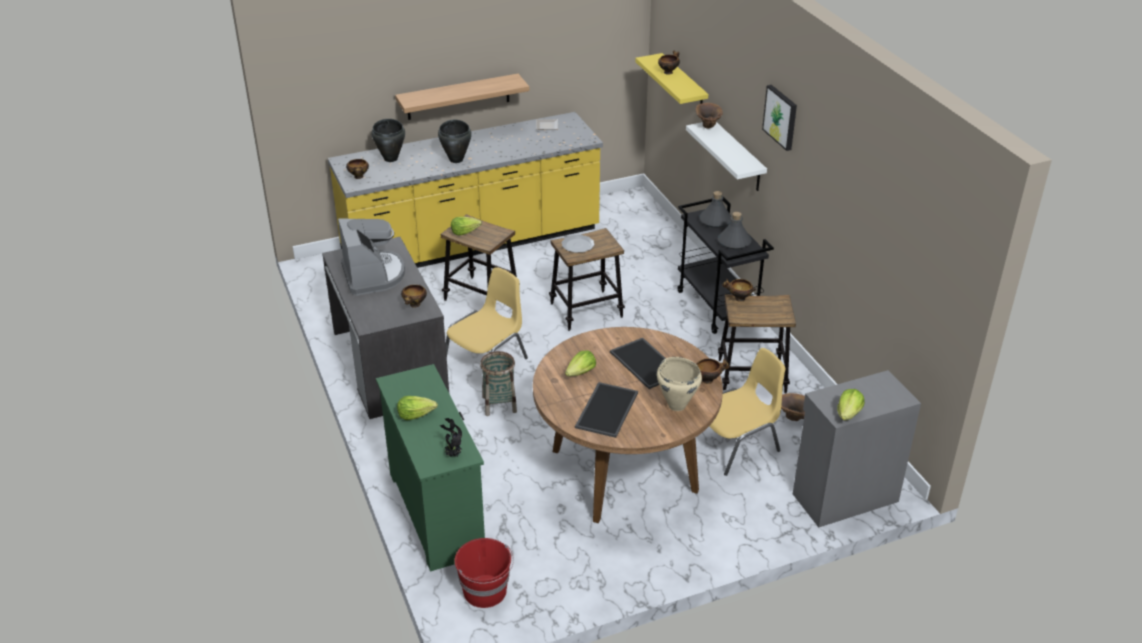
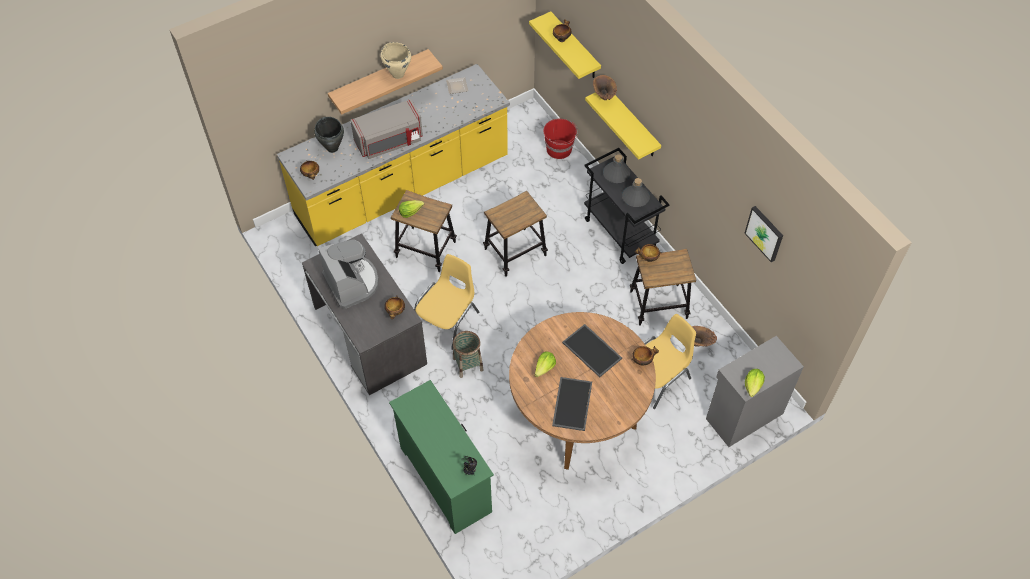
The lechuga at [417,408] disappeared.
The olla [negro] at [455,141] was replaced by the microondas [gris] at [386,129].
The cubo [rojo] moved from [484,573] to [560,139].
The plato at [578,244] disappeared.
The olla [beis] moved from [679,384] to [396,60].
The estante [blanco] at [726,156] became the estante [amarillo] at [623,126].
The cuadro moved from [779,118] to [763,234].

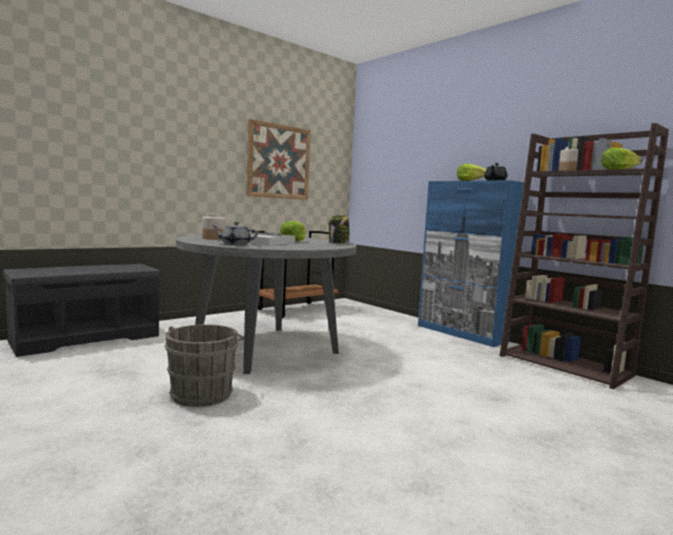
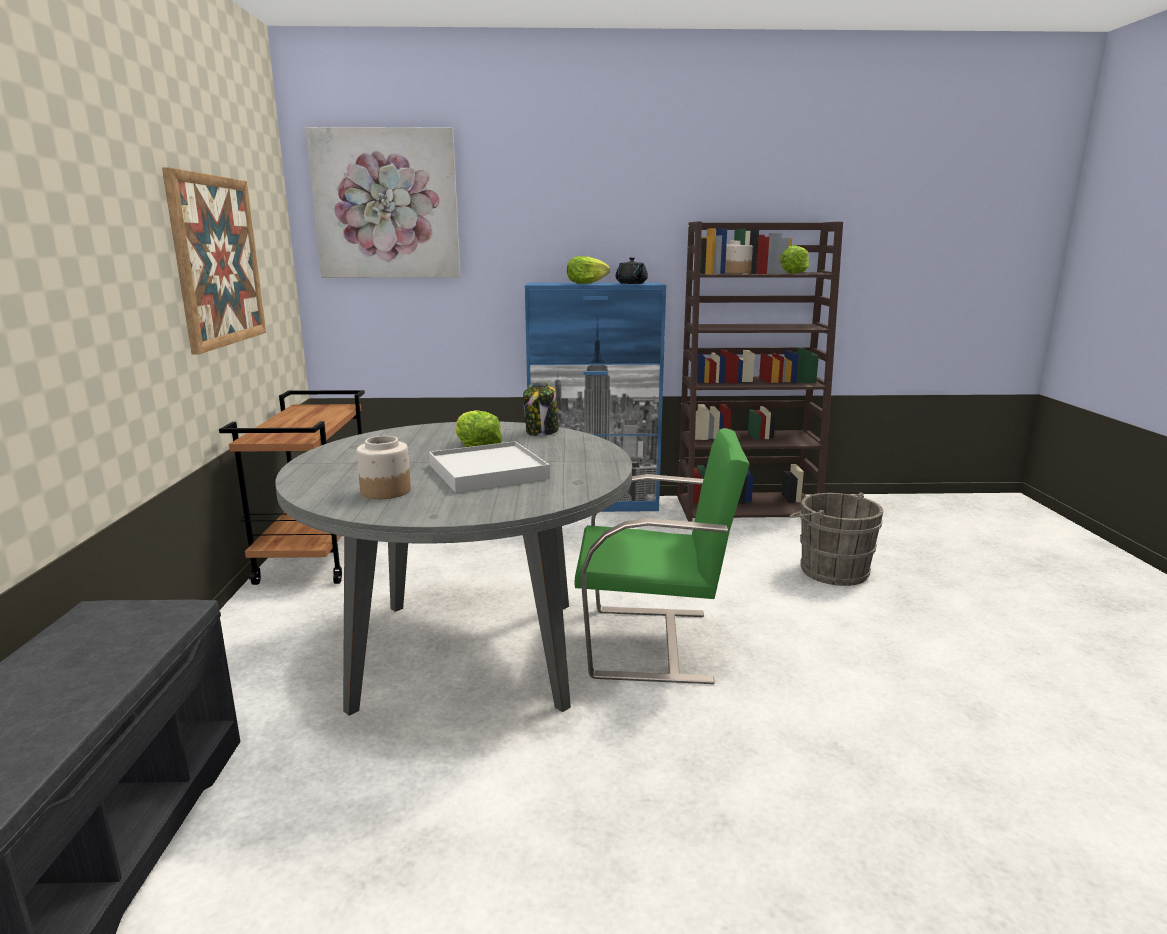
The cubo [gris] moved from [204,365] to [836,539].
The tetera [gris] at [235,233] disappeared.
The cuadro at [383,202] appeared.
The silla [verde] at [662,556] appeared.

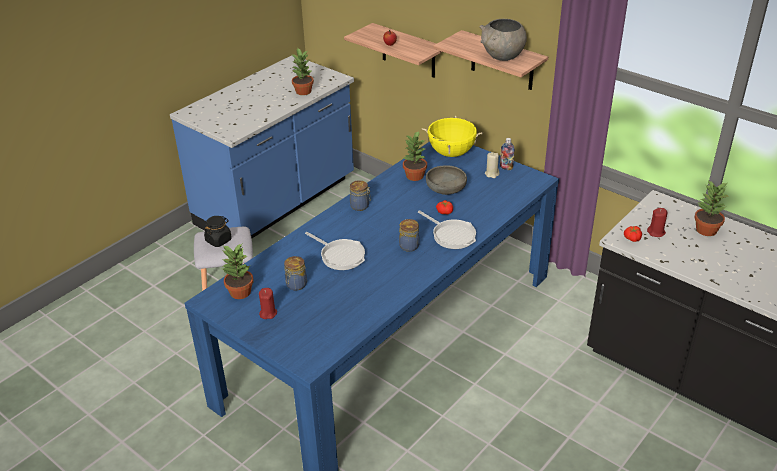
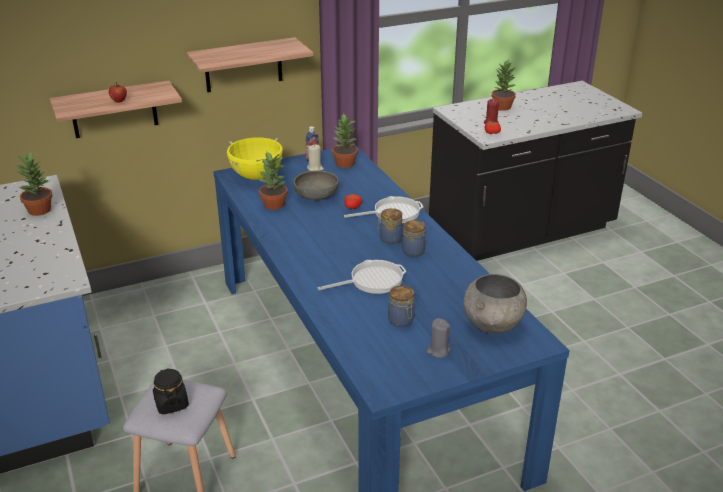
The planta en maceta moved from [238,271] to [345,140].
The vela [rojo] at [268,303] became the vela [gris] at [438,338].
The tarro moved from [360,195] to [414,238].
The cuenco [gris] moved from [503,40] to [495,304].

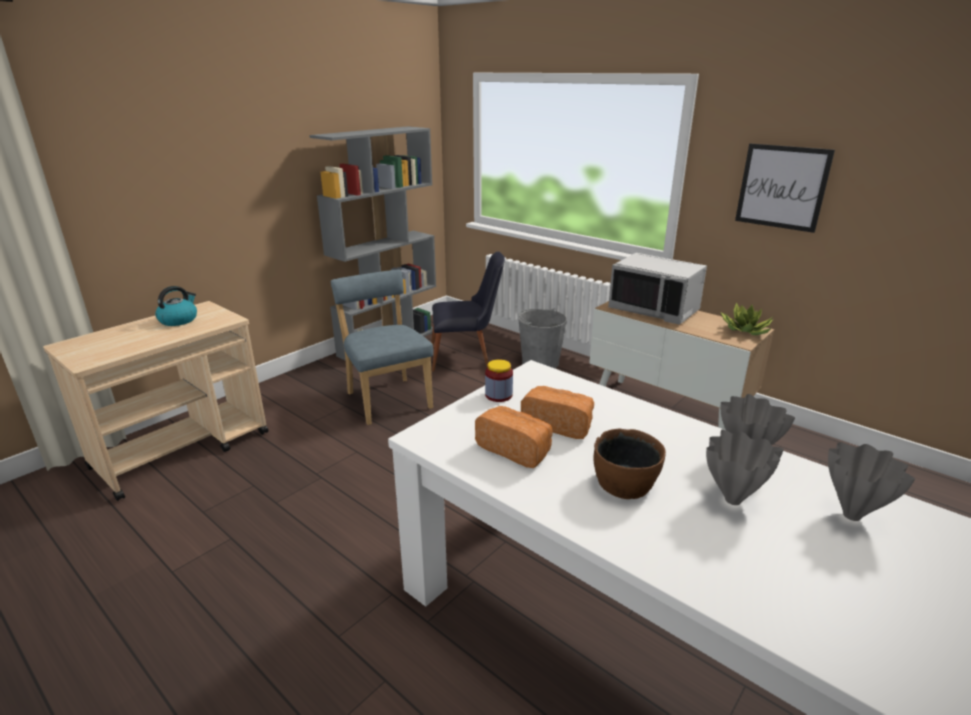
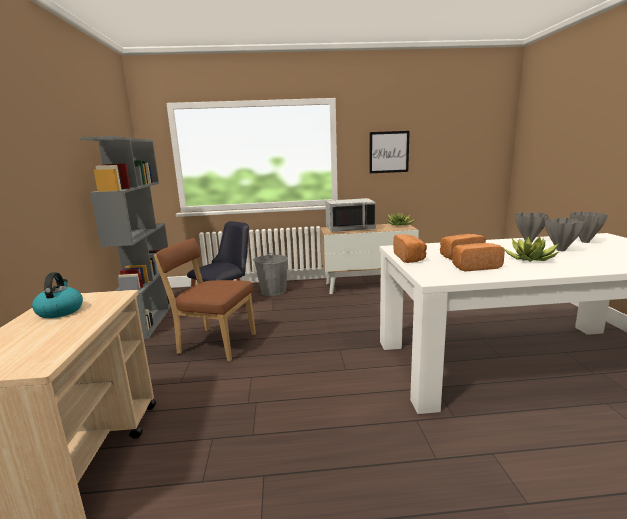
The silla [azul] at [382,347] became the silla [marrón] at [205,299].
The tarro at [499,380] was replaced by the pan at [410,248].
The cuenco [marrón] at [629,464] was replaced by the planta en maceta at [531,249].

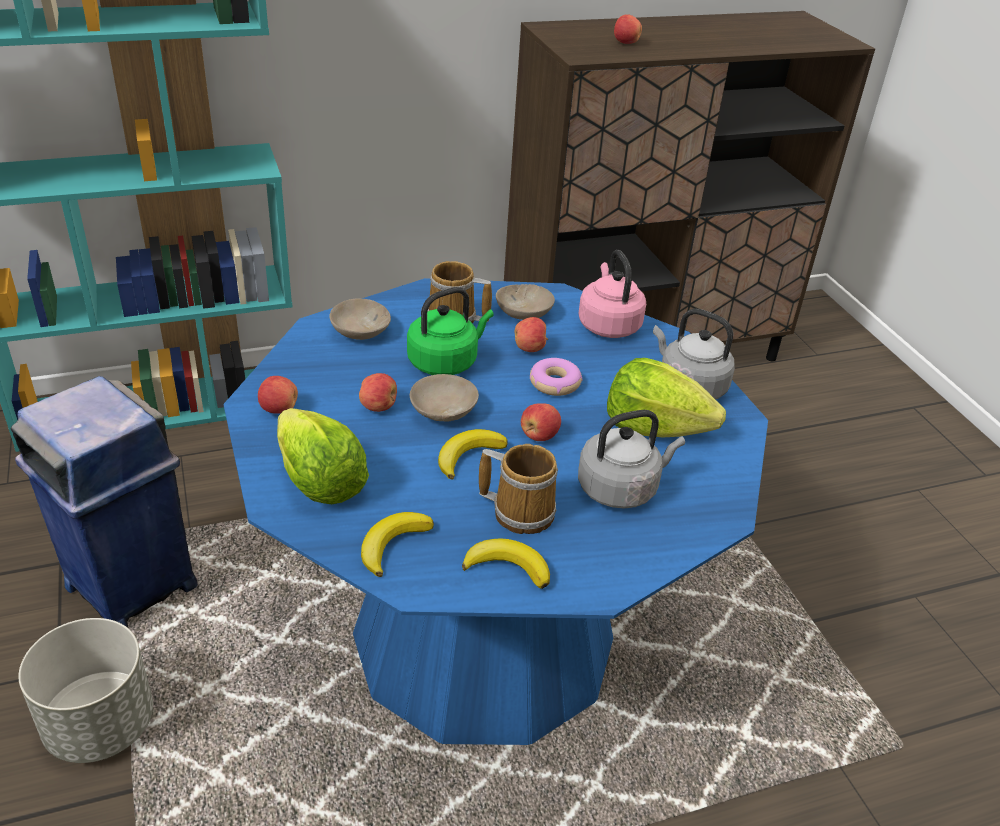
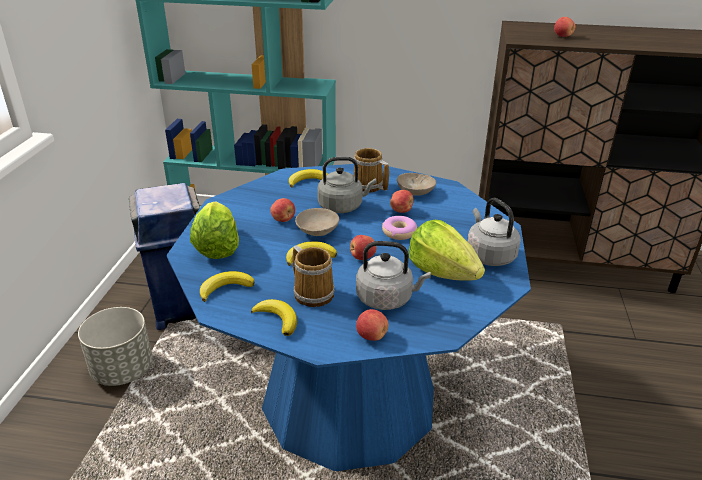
The manzana moved from [278,395] to [372,325].
The cuenco [beis] at [360,319] was replaced by the plátano at [308,178].
The hervidor [verde] at [450,331] became the hervidor [gris] at [346,185].
The hervidor [rosa] at [612,294] disappeared.

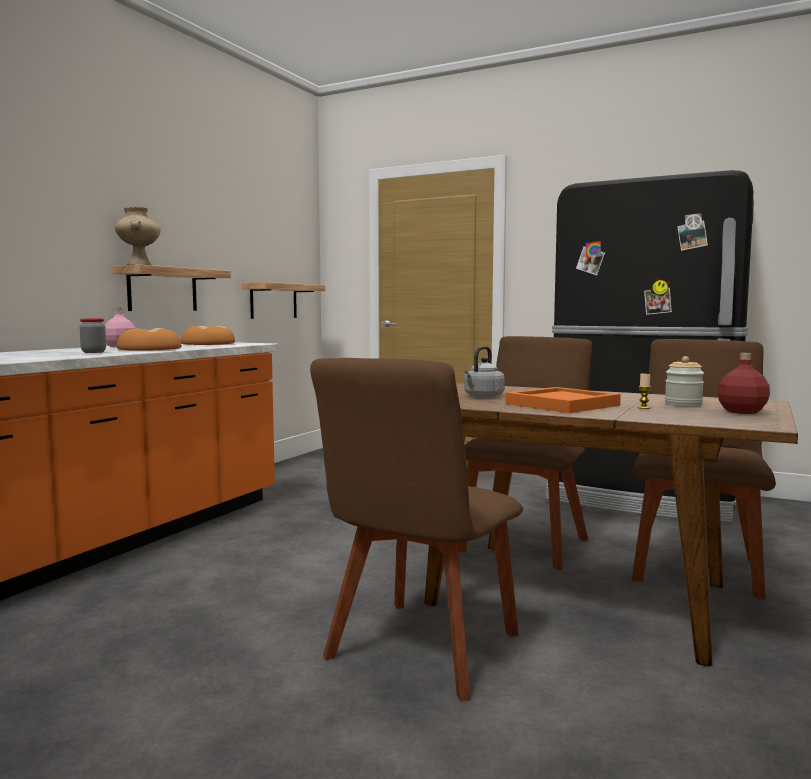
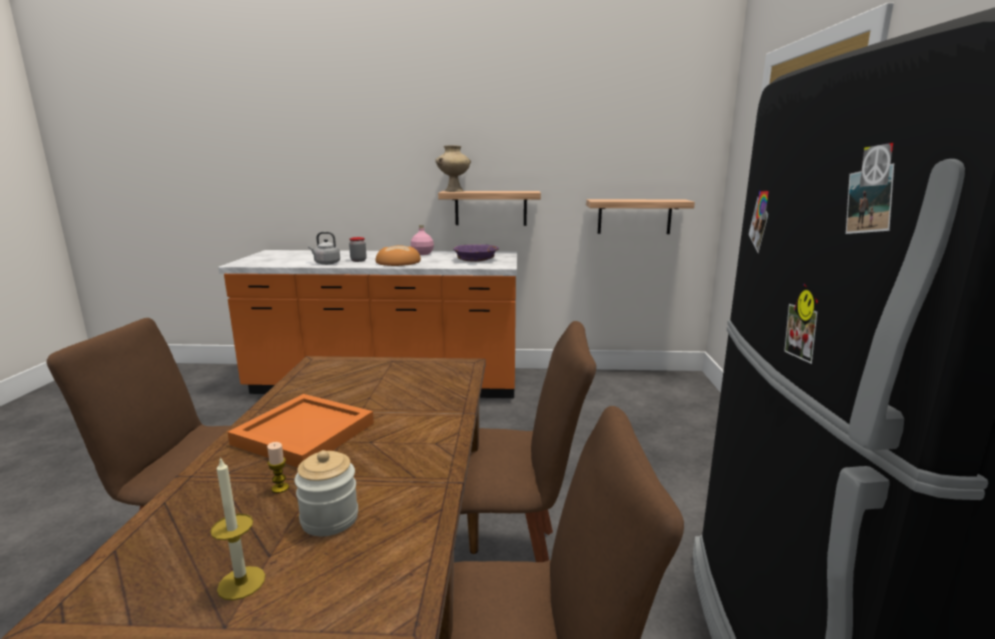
The pan at [207,335] was replaced by the cuenco [morado] at [476,253].
The hervidor [gris] moved from [484,372] to [324,248].
The botella [rojo] at [743,383] was replaced by the vela at [237,528].

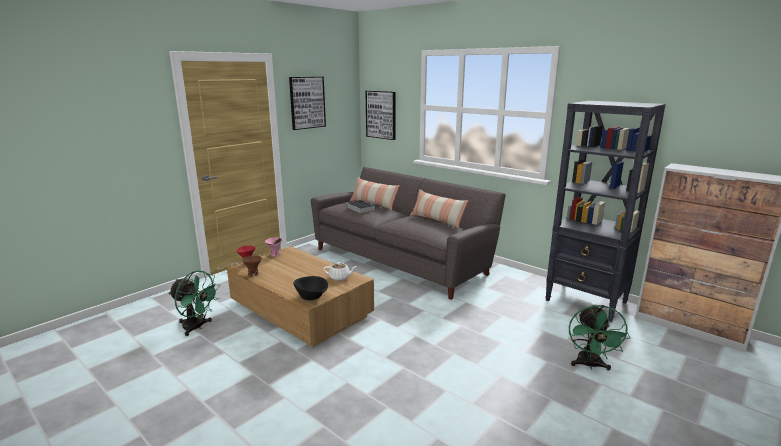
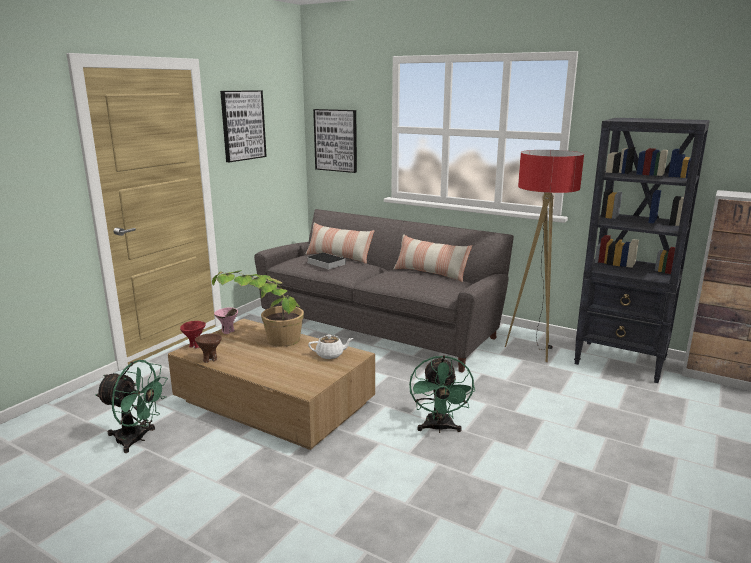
The cuenco [negro] at [311,288] disappeared.
The ventilador [verde] moved from [599,338] to [442,394].
The planta en maceta at [258,308] appeared.
The lámpara de pie at [544,256] appeared.

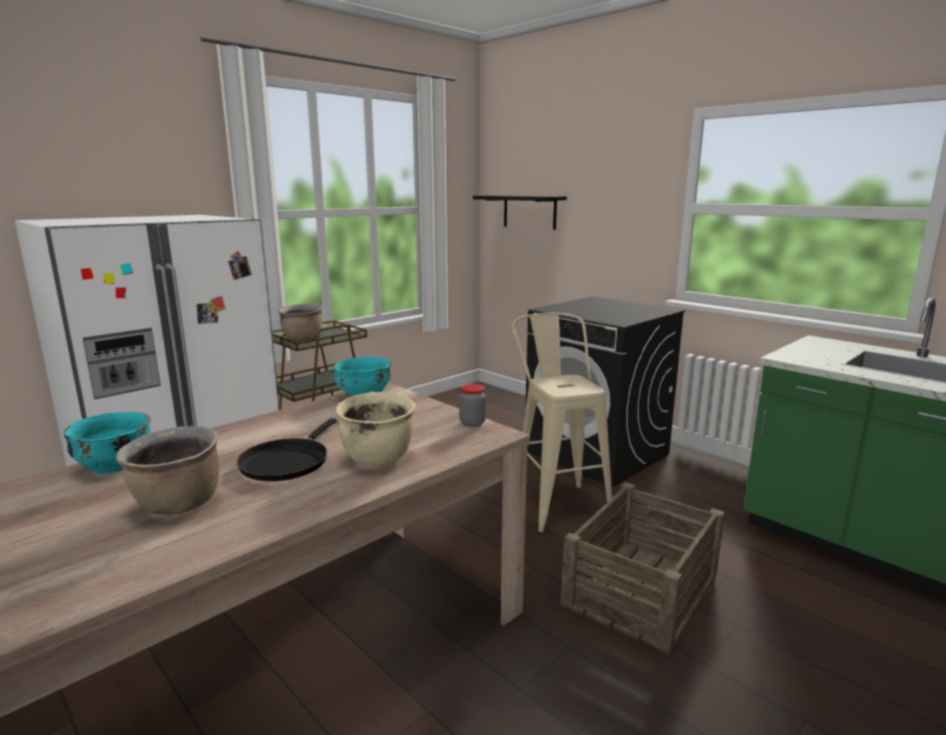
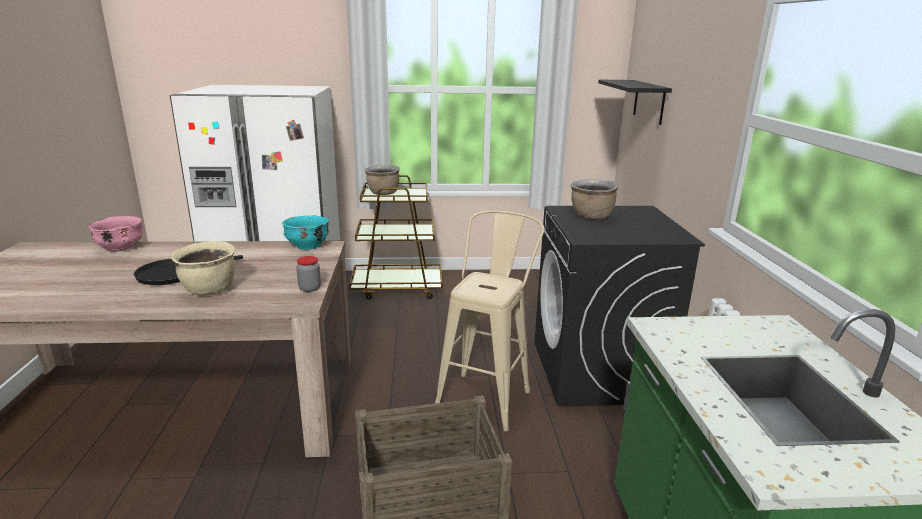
The cuenco [turquesa] at [107,443] became the cuenco [rosa] at [115,234].
The olla [marrón] moved from [167,470] to [595,199].

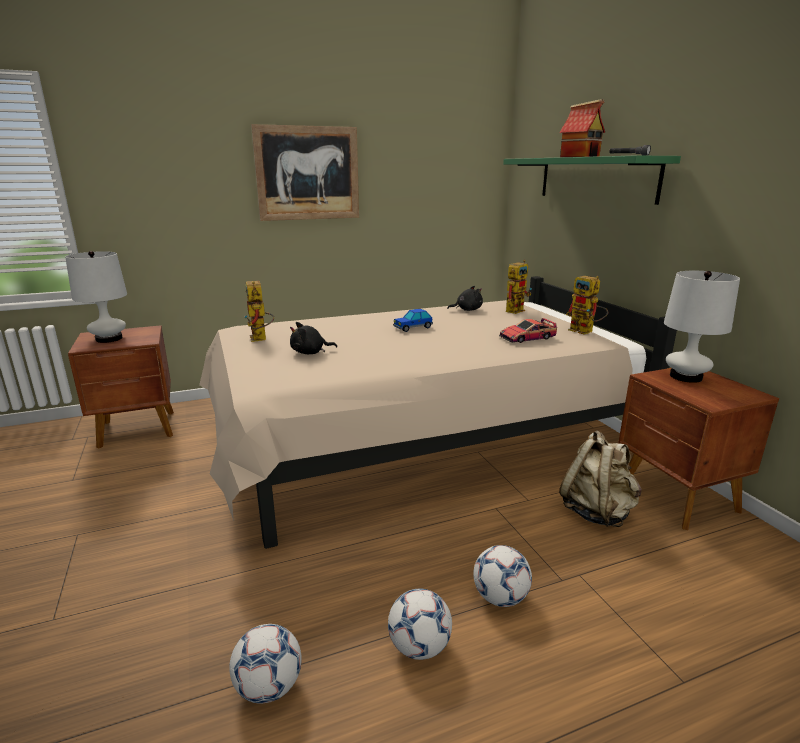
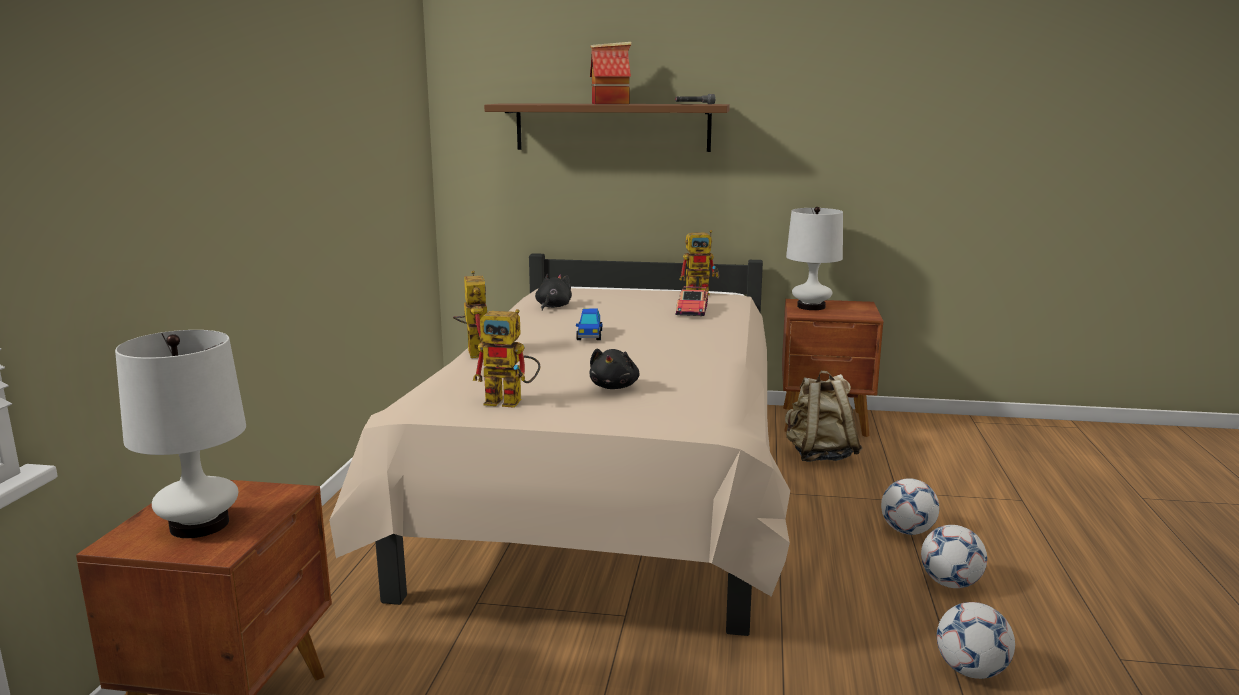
The cuadro at [305,172] disappeared.
The estante [verde] at [592,180] became the estante [marrón] at [607,127].
The robot de juguete moved from [519,287] to [470,314].

